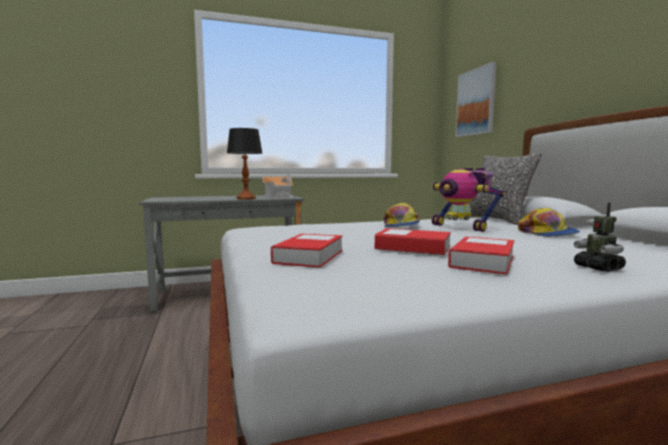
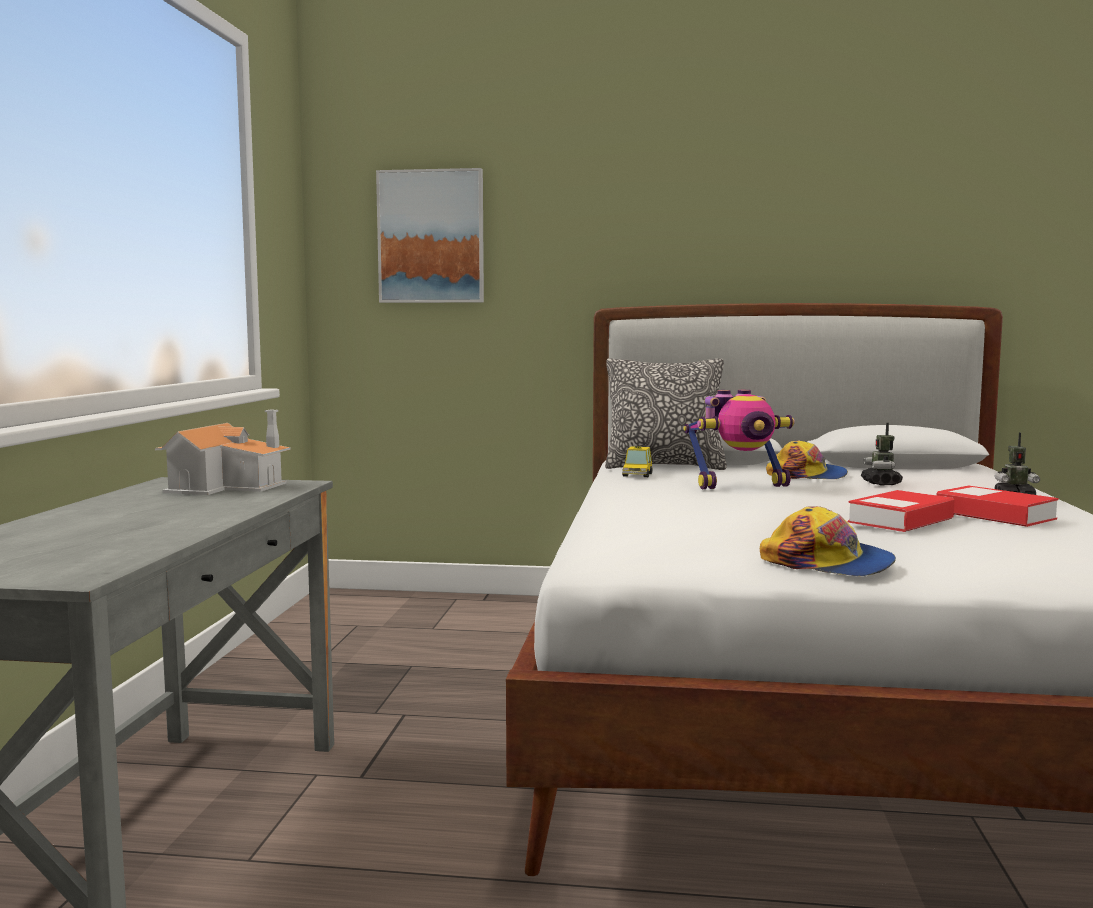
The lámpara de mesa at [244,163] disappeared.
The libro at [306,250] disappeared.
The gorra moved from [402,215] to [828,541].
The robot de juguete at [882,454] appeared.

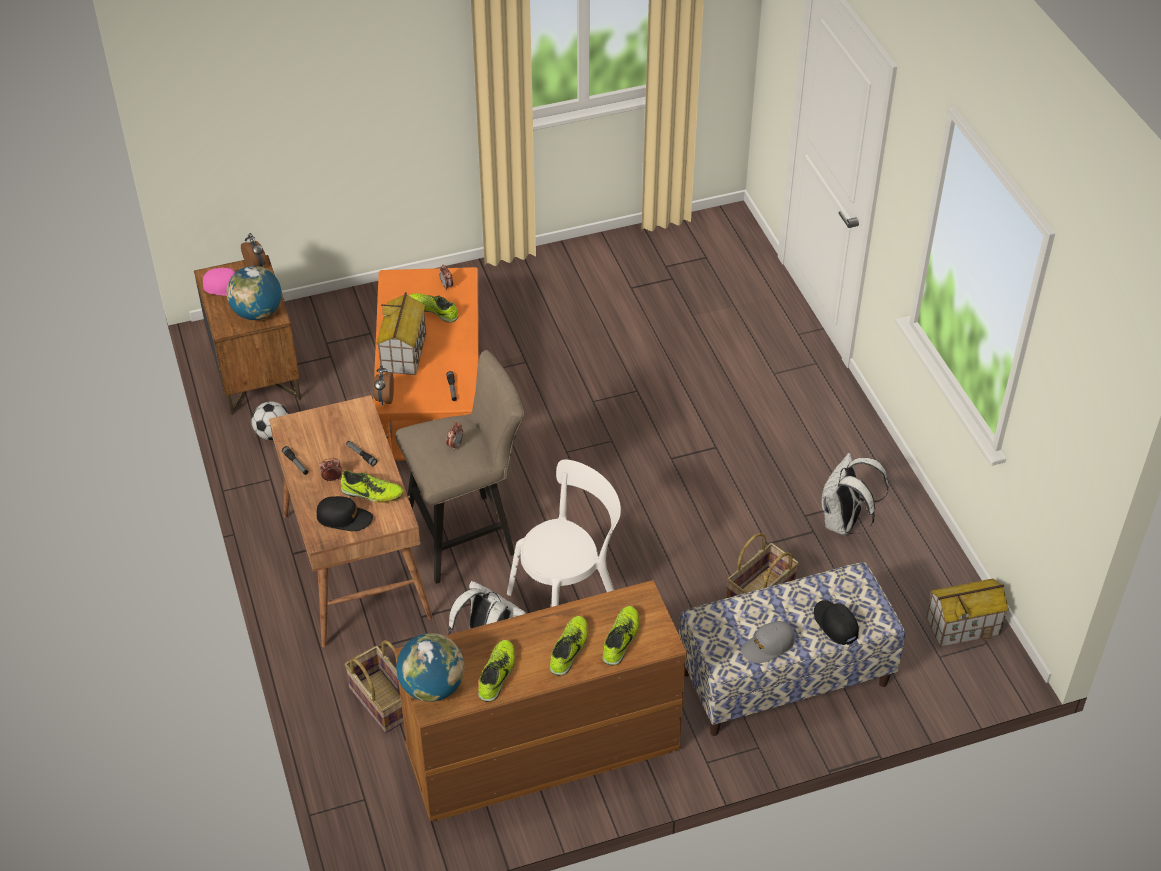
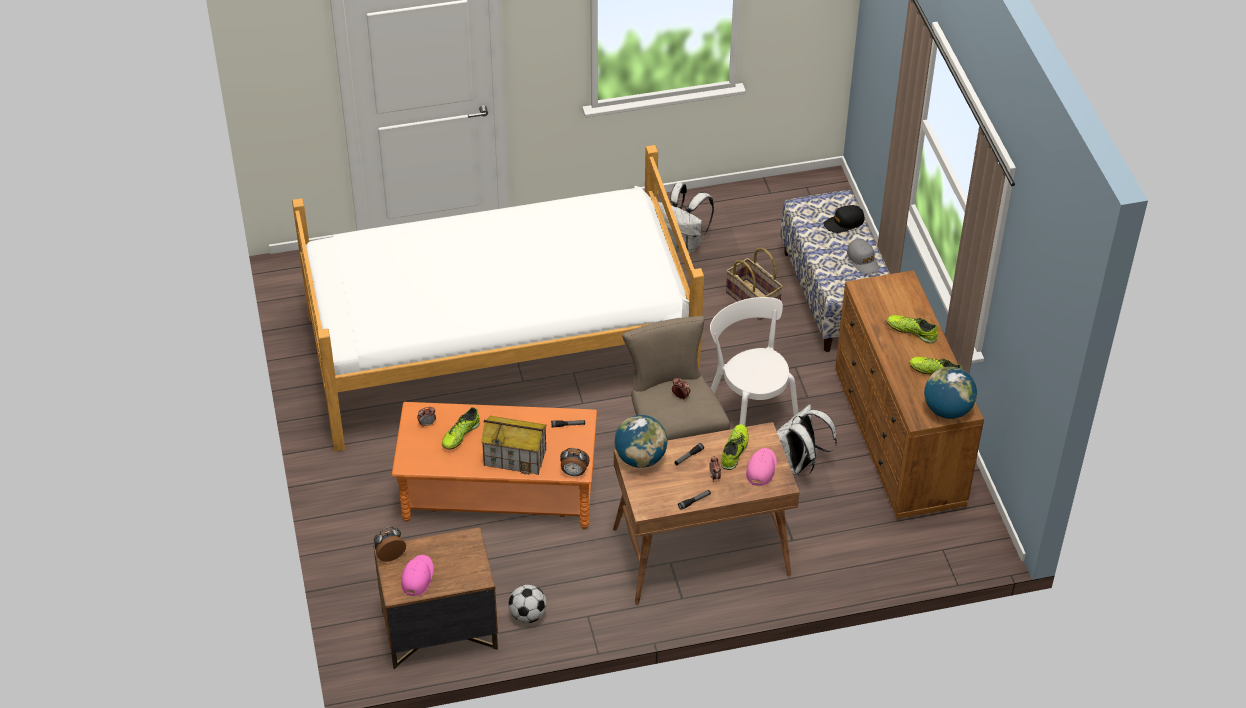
The globo terráqueo moved from [253,293] to [641,441].
The gorra [negro] at [345,513] became the gorra [rosa] at [761,467].
The cesta at [374,686] disappeared.
The zapato at [621,636] disappeared.
The casita at [967,613] disappeared.
The cama at [498,298] appeared.

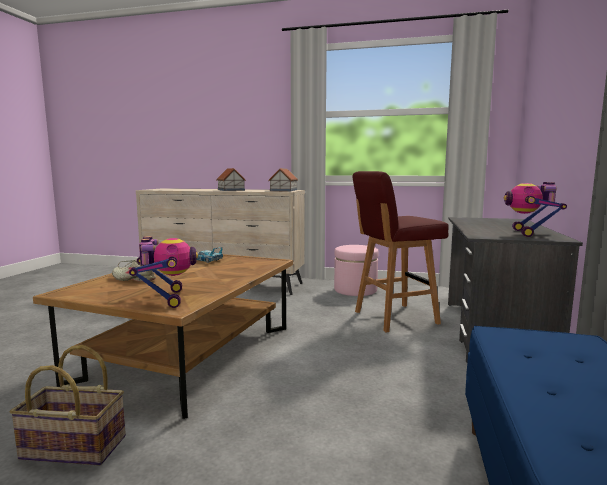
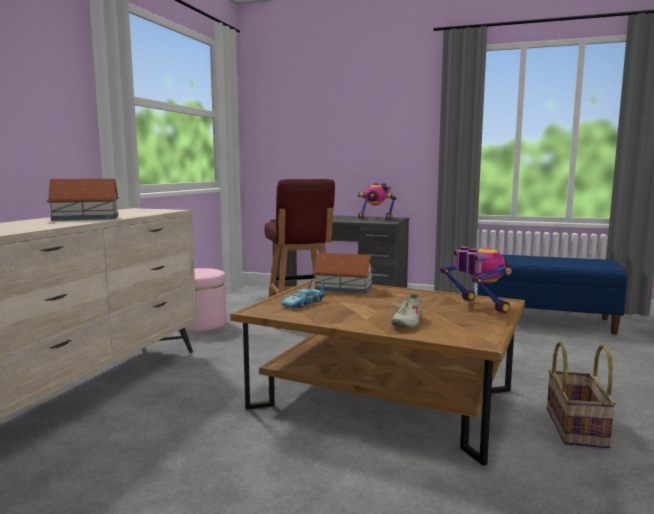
The robot de juguete at [163,272] turned 75 degrees clockwise.
The casita moved from [283,179] to [343,273].

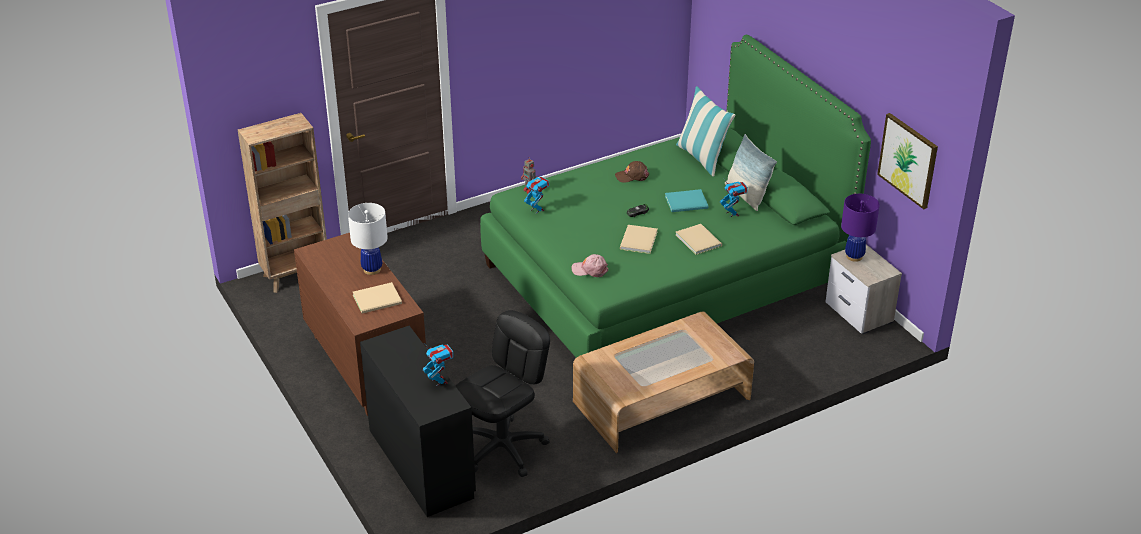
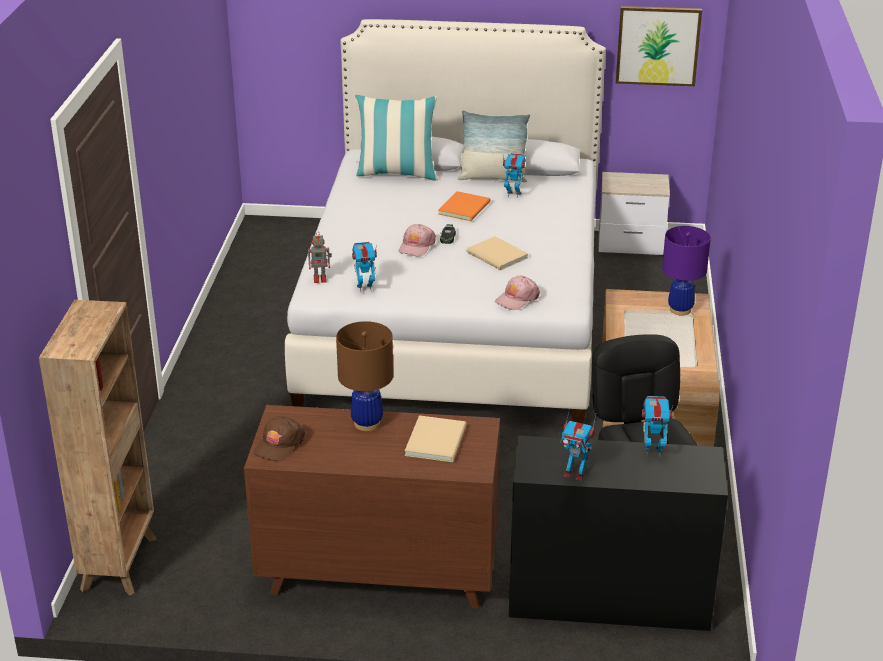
The lámpara de mesa [blanco] at [368,239] became the lámpara de mesa [marrón] at [364,376].
The cama [verde] at [675,196] became the cama [blanco] at [445,221].
The gorra [marrón] moved from [632,172] to [279,438].
The libro [turquesa] at [686,200] became the libro [naranja] at [464,206].
The libro [beis] at [699,239] disappeared.
The lámpara de mesa [morado] moved from [860,228] to [686,270].
The gorra [rosa] at [417,240] appeared.
The robot de juguete at [578,443] appeared.

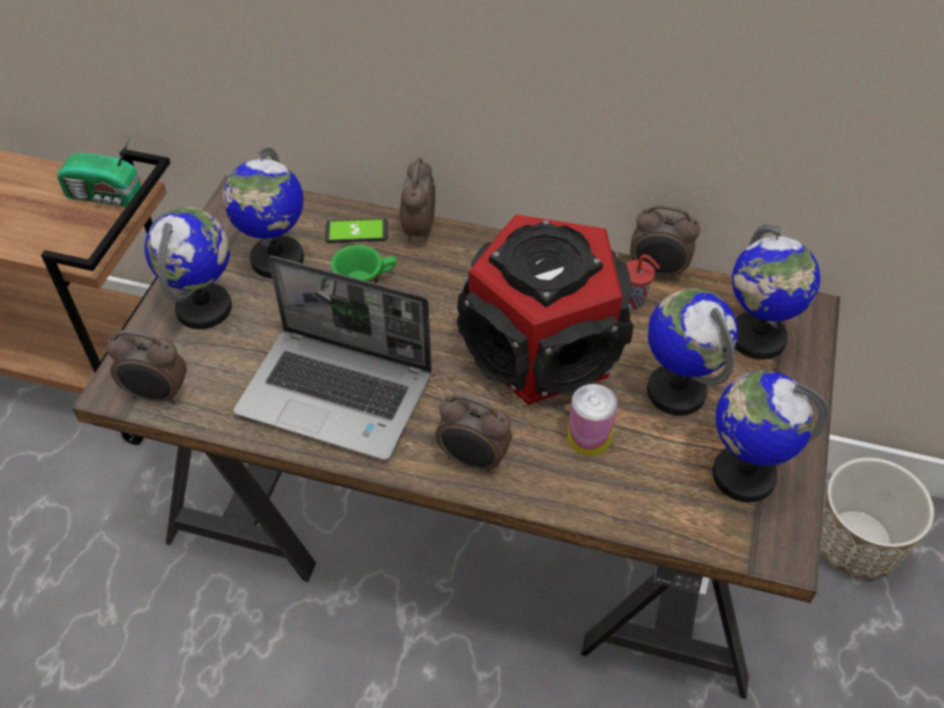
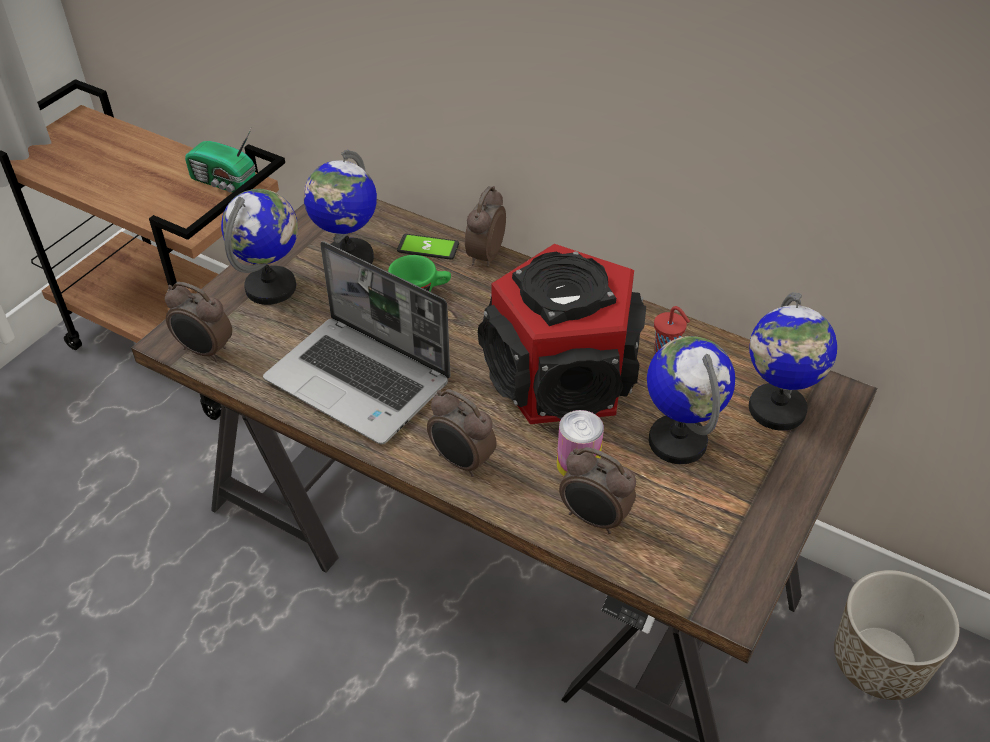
The despertador moved from [665,243] to [597,490].
The globo terráqueo at [771,436] disappeared.

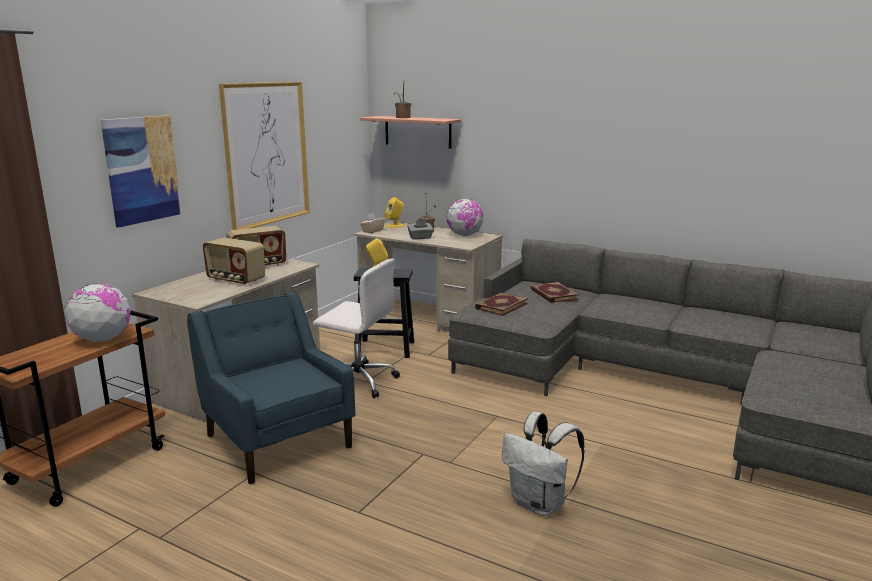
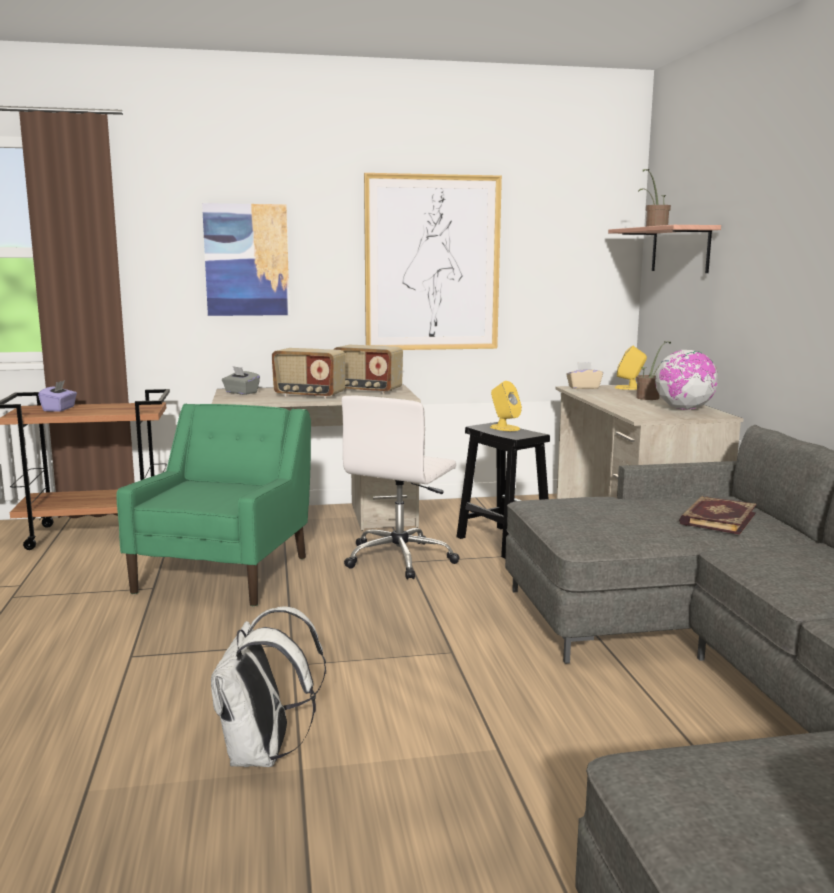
The globo terráqueo at [98,312] disappeared.
The sillón [azul] at [271,387] became the sillón [verde] at [213,505].
The radio at [234,261] turned 60 degrees counterclockwise.
The silla de oficina [blanco] at [356,328] turned 45 degrees clockwise.
The caja de pañuelos [gris] moved from [420,229] to [241,380].
The libro at [501,304] disappeared.
The caja de pañuelos [morado] at [57,396] appeared.

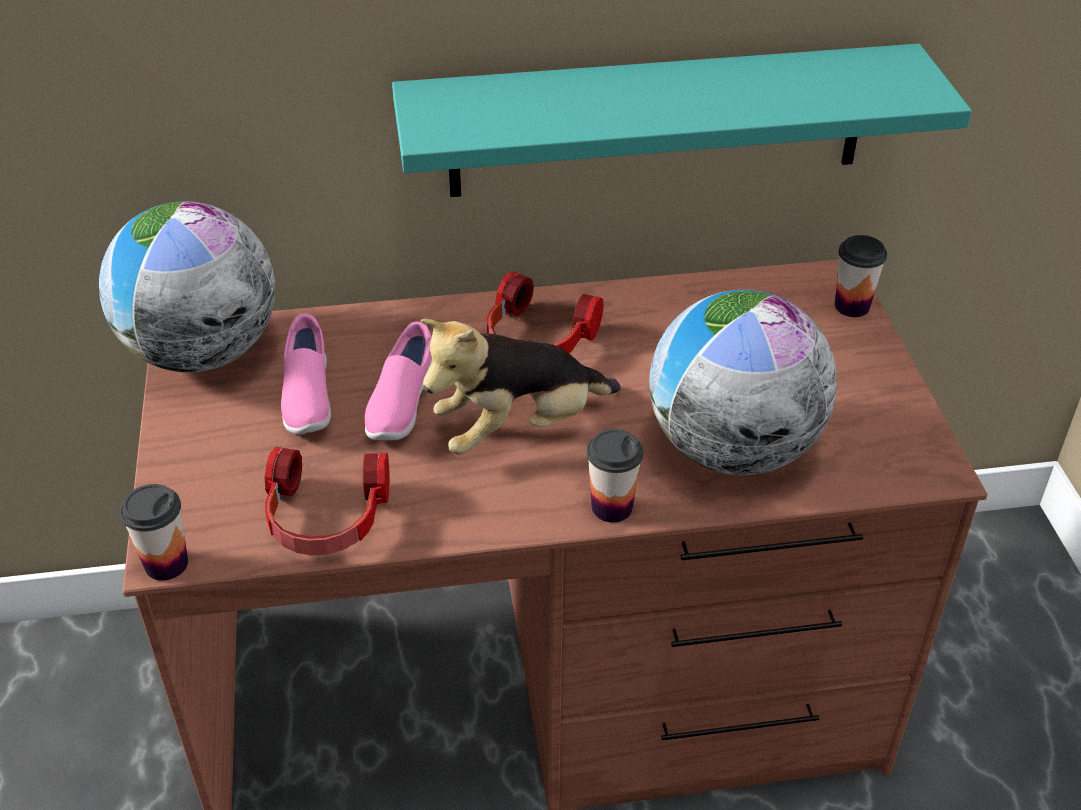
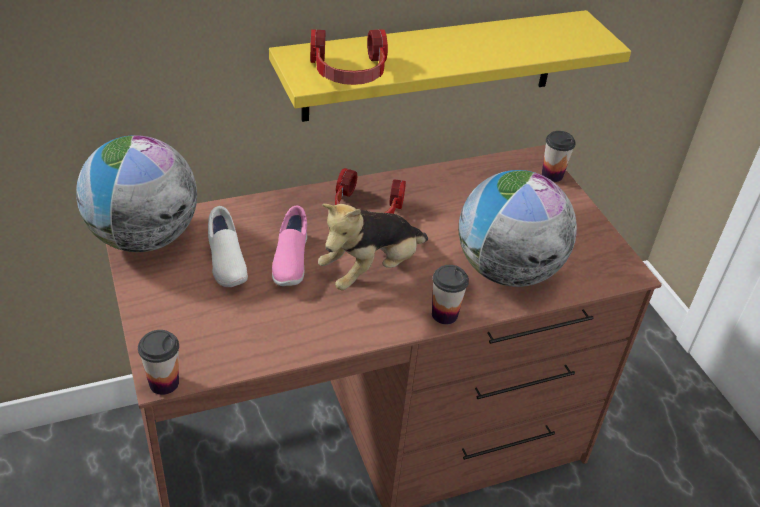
The auriculares moved from [327,501] to [349,57].
The zapato [rosa] at [306,374] became the zapato [blanco] at [228,246].
The estante [turquesa] at [682,120] became the estante [amarillo] at [450,66].

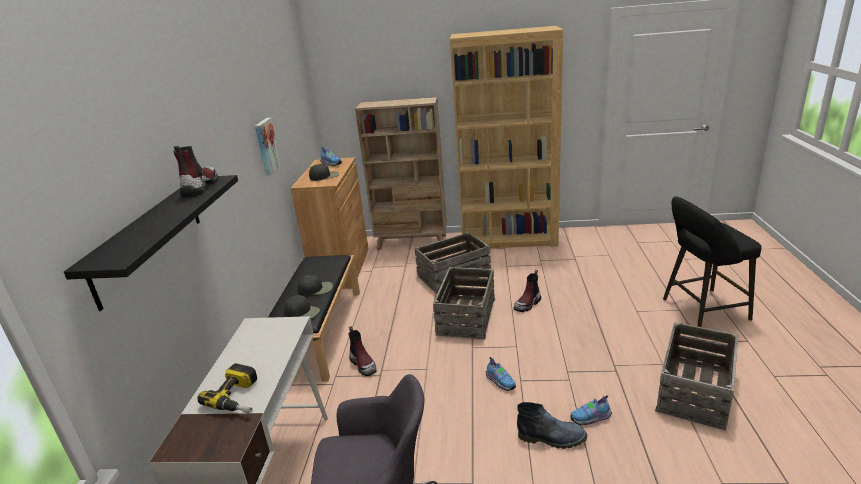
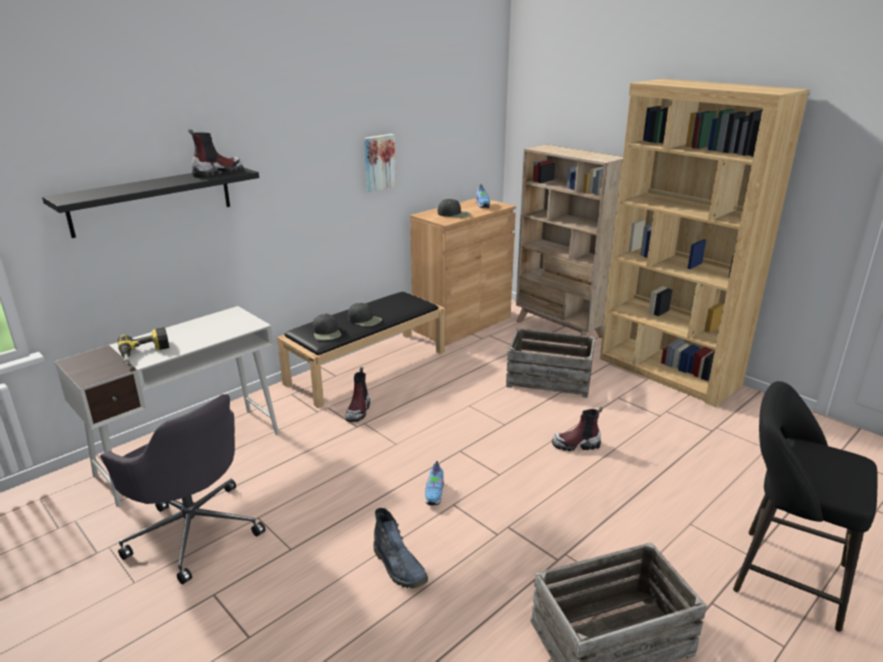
The caja de embalaje at [464,303] disappeared.
The zapato at [591,410] disappeared.

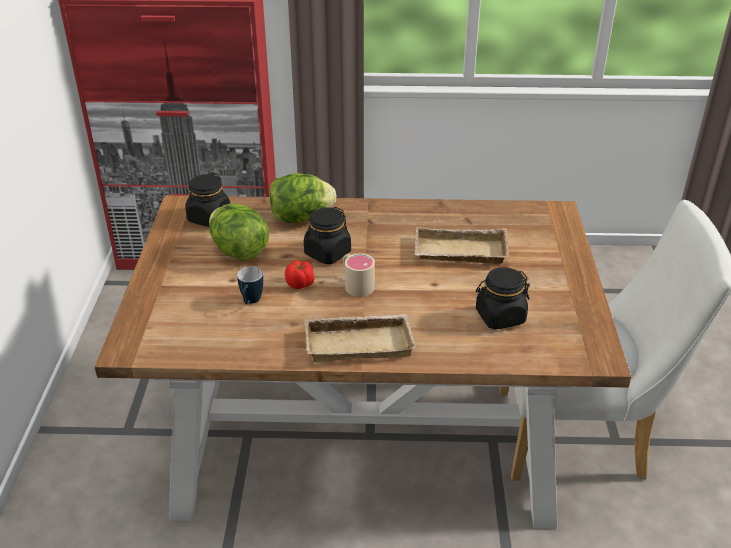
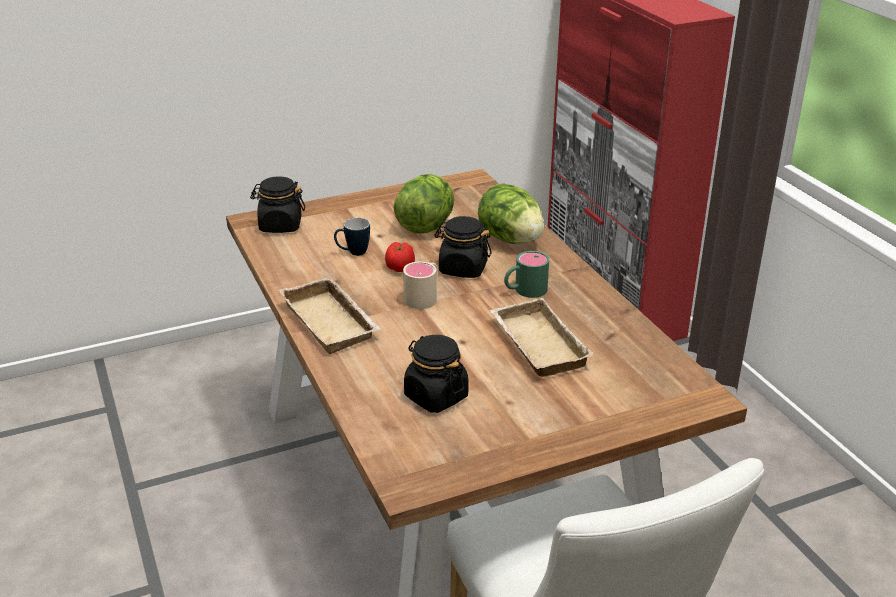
The tarro [negro] moved from [207,200] to [277,204].
The taza grande [verde] at [526,274] appeared.

